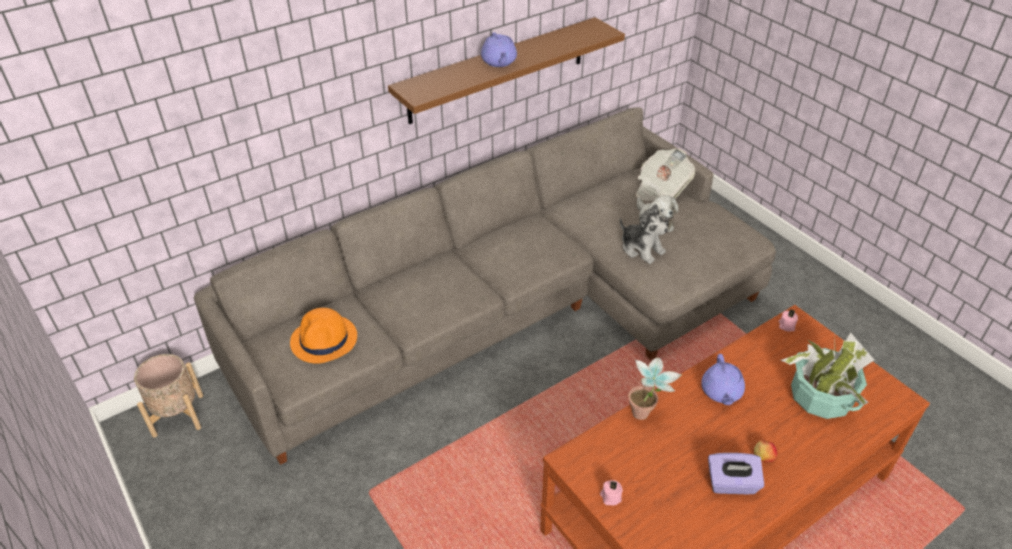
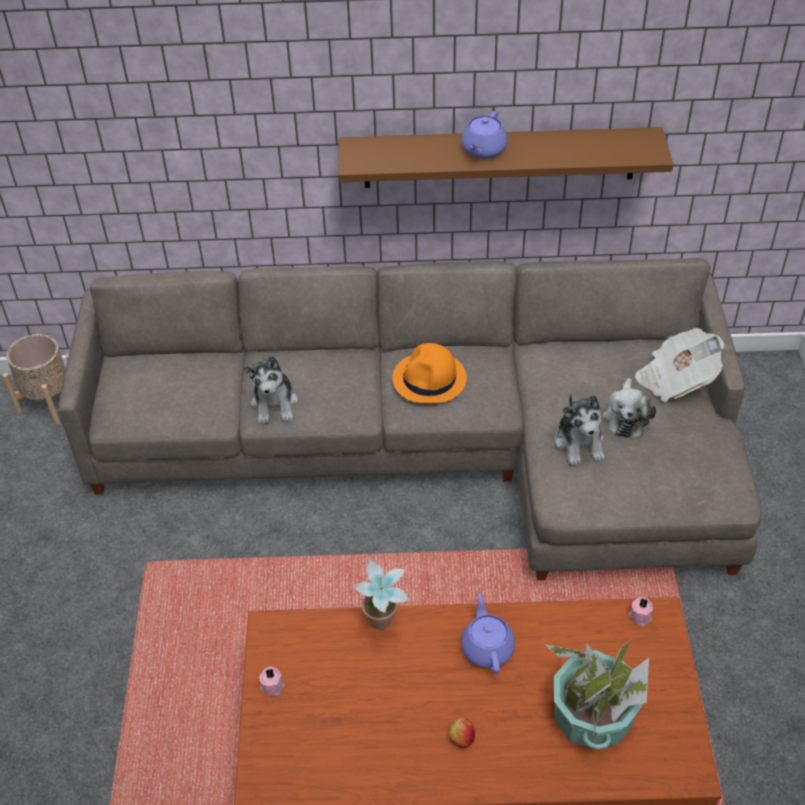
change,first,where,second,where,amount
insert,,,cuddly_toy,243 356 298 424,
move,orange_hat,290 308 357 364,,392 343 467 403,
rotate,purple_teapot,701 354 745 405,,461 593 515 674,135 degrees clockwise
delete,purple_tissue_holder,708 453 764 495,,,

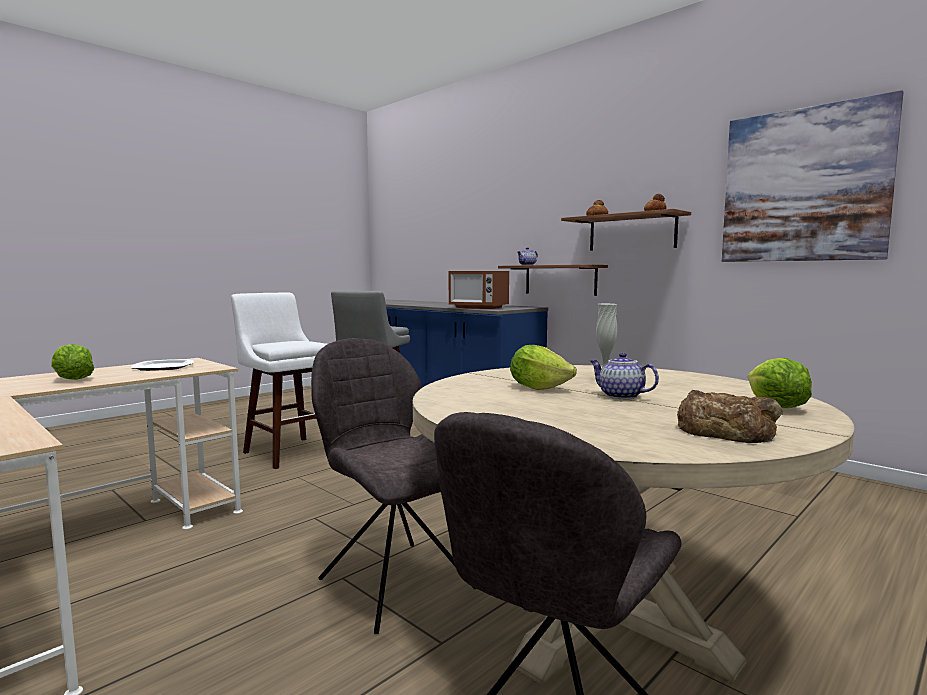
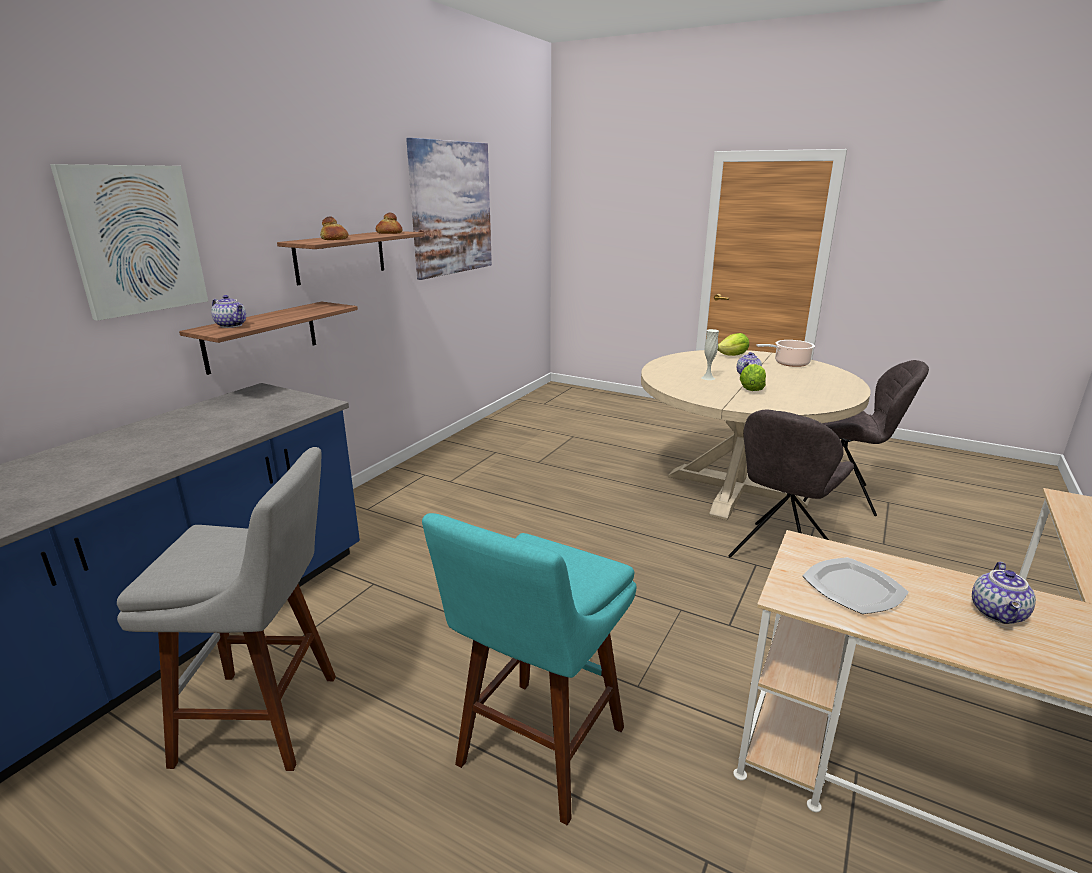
change,first,where,second,where,amount
insert,,,wall_picture,50 164 208 321,
recolor,white-coloured_sitting_stool,231 292 327 469,blue-green_sitting_stool,422 513 636 826,
replace,bakery_bread,677 390 783 443,stockpot,756 340 815 367,
replace,lettuce,51 344 94 380,teapot,972 562 1036 624,
delete,microwave_oven,449 271 509 309,,,

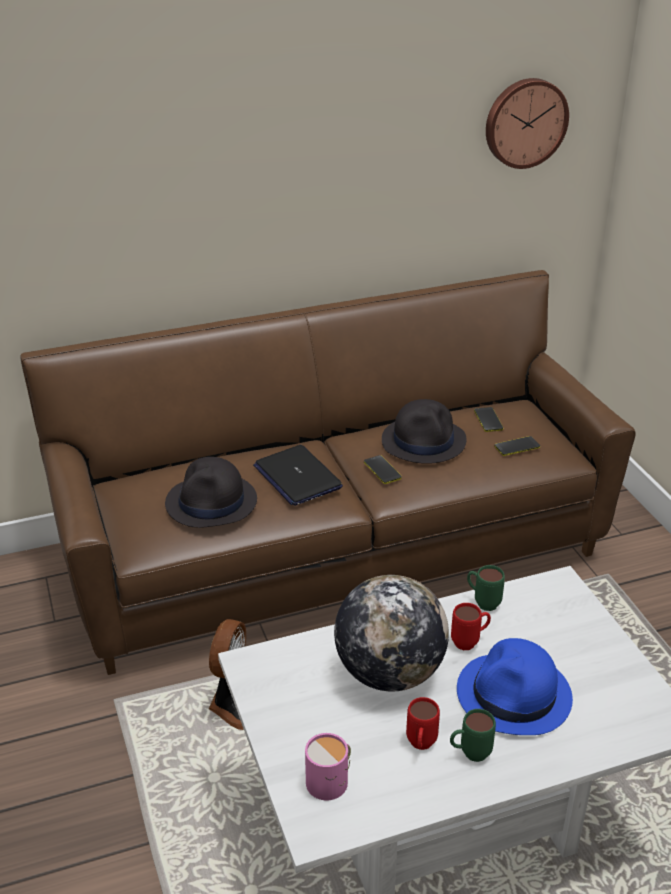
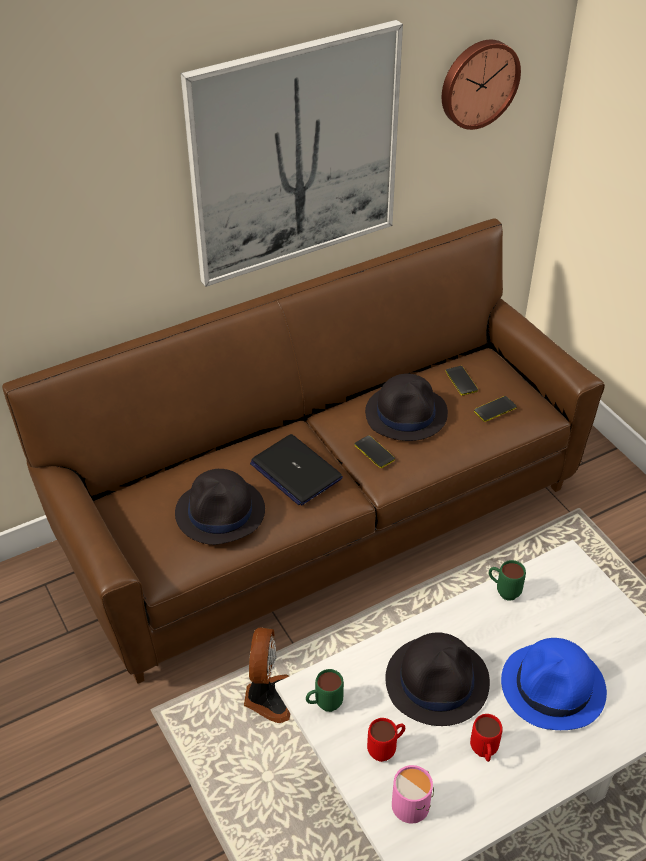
change,first,where,second,where,amount
insert,,,wall_picture,181 20 403 287,
move,green_tea_mug,450 709 496 762,,306 669 344 712,
move,red-coloured_tea_mug,451 603 491 650,,367 718 405 762,
replace,world_globe,334 575 449 692,black-coloured_hat,385 633 490 726,

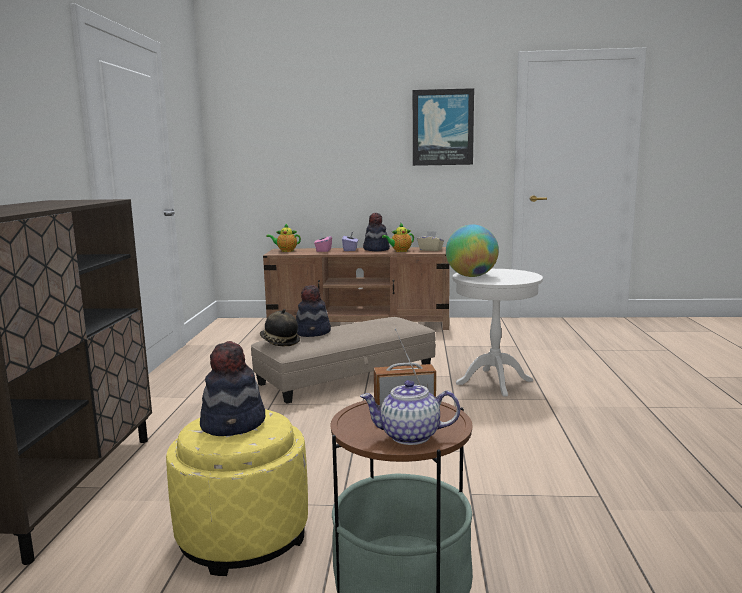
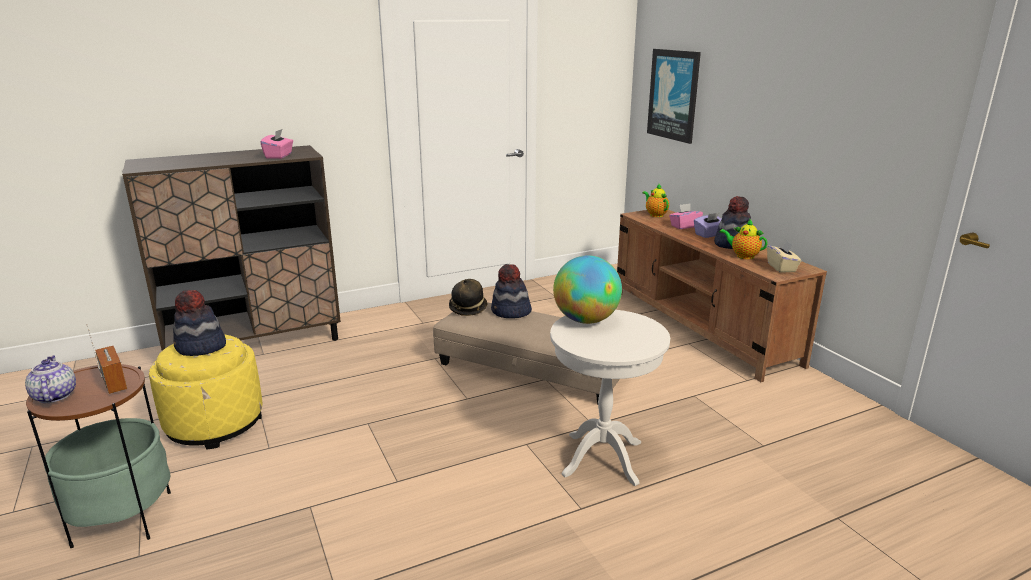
change,first,where,second,where,amount
insert,,,pink_tissue_holder,260 129 293 159,
move,wall_picture,413 88 474 166,,647 49 701 144,

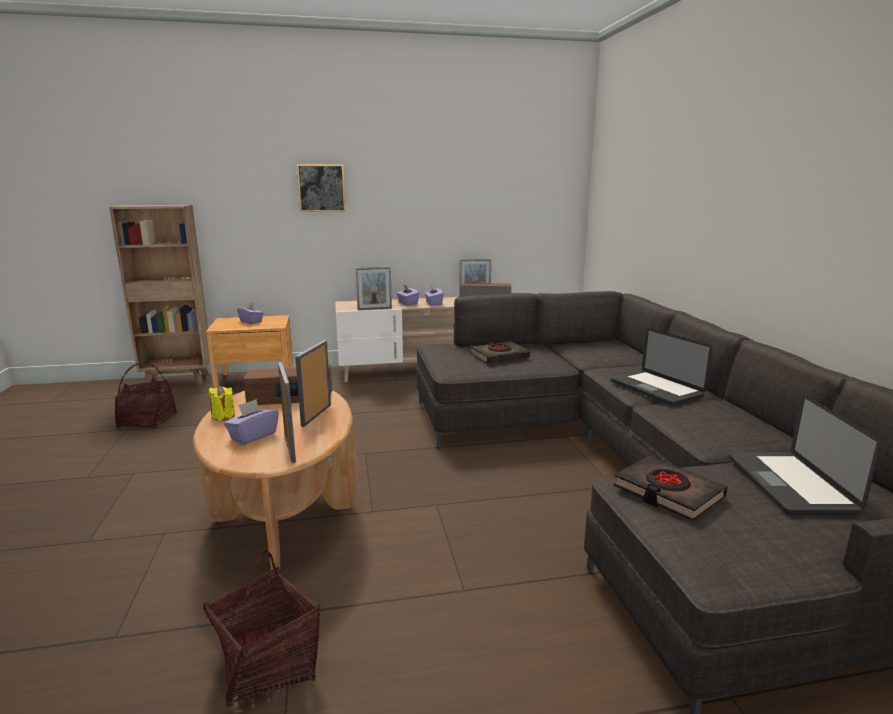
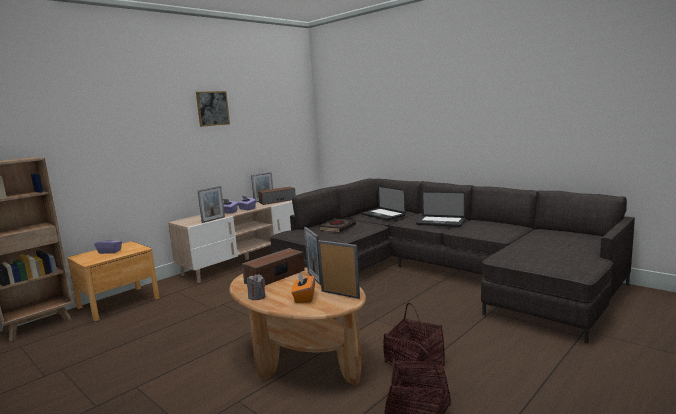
change,first,where,second,where,amount
move,wall_picture,297 164 346 212,,196 91 230 127,
recolor,yellow-coloured_wax_candle,209 386 235 421,grey_wax_candle,247 274 265 300,
recolor,purple_tissue_holder,224 399 279 445,orange_tissue_holder,292 272 315 303,
move,laptop,729 394 881 515,,361 186 406 221,
move,storage_basket,115 363 177 429,,383 303 445 378,
delete,black-coloured_volume,614 456 728 521,,,

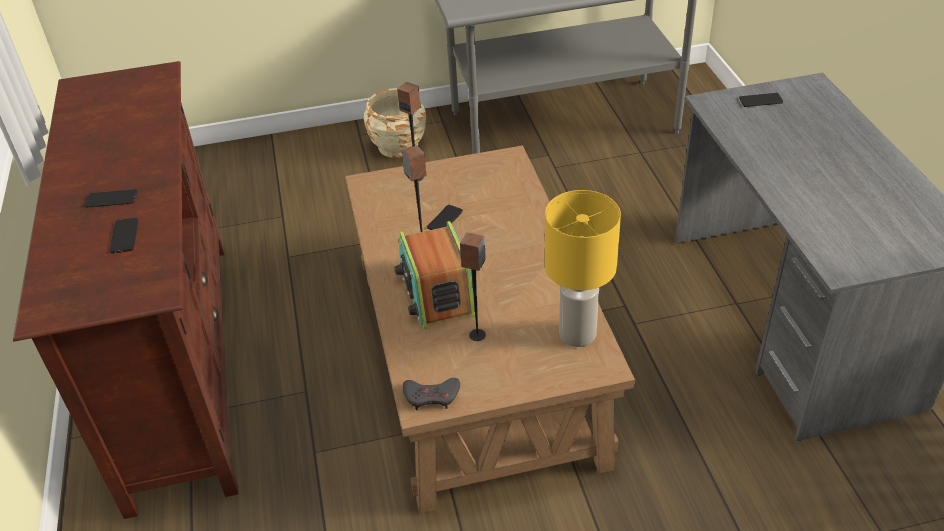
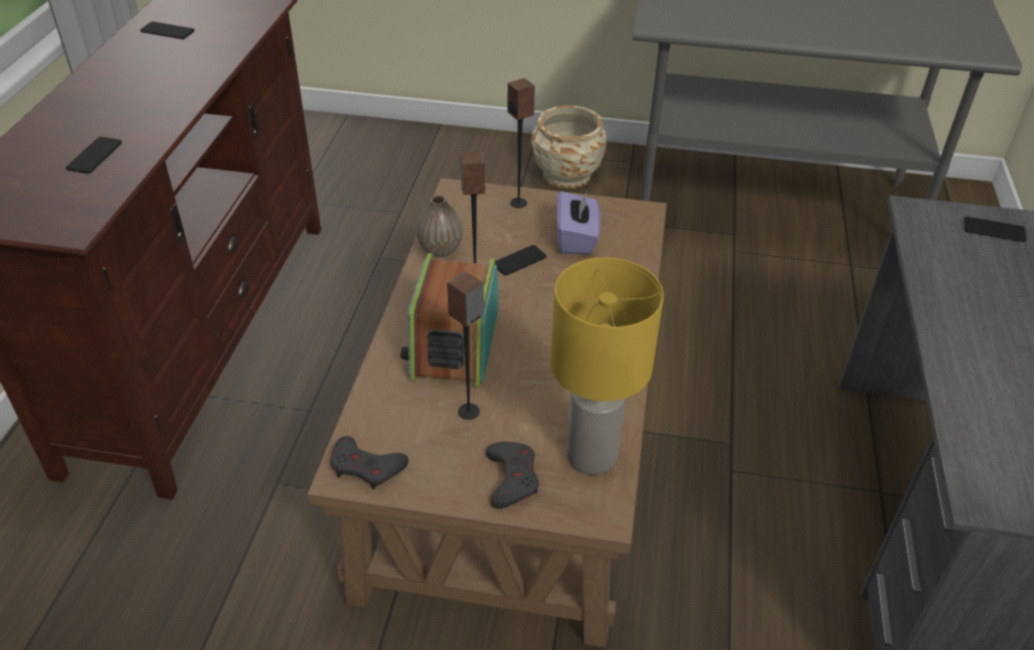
change,first,where,second,where,amount
move,phone,85 189 137 207,,140 21 195 39,
insert,,,flower_vase,416 195 463 257,
insert,,,grey_gamepad,486 442 539 509,
insert,,,purple_tissue_holder,557 189 600 255,

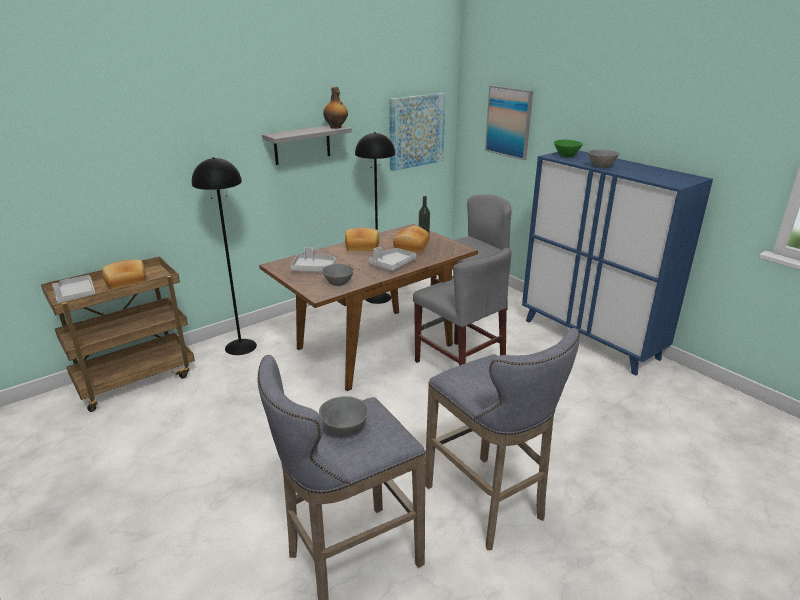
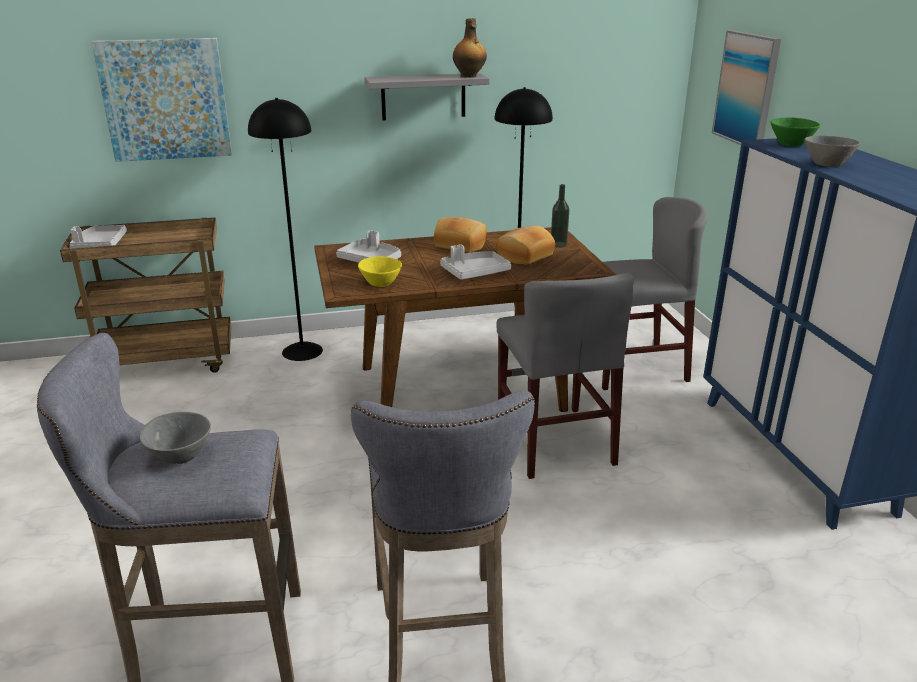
change,first,where,second,where,amount
move,wall_picture,389 93 446 171,,91 38 232 162,
recolor,grey_bowl,322 264 354 286,yellow-coloured_bowl,358 257 402 287,
delete,bakery_bread,102 260 146 290,,,

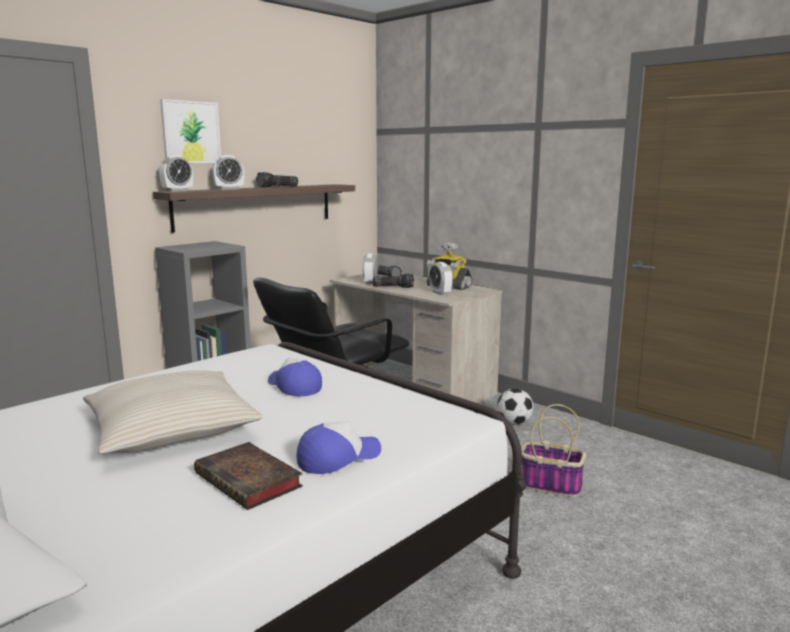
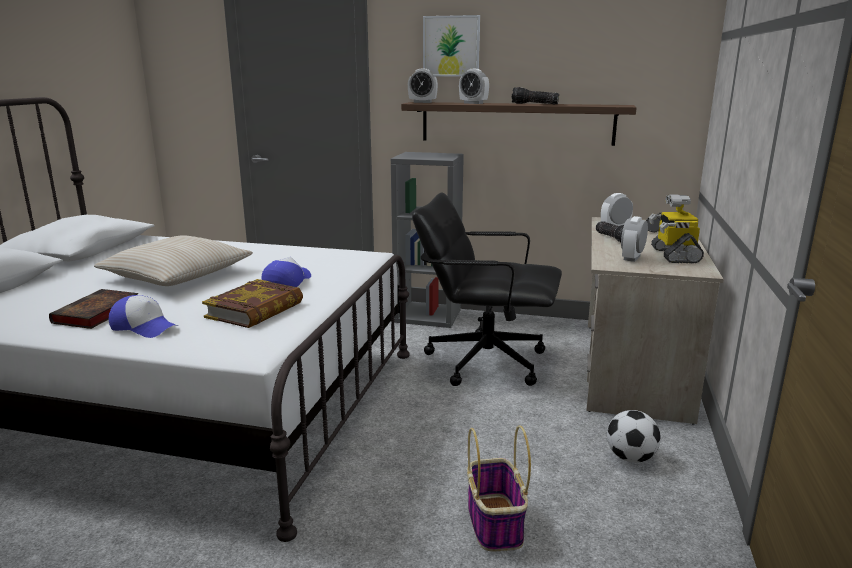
change,first,where,second,where,amount
insert,,,volume,202 279 303 328,

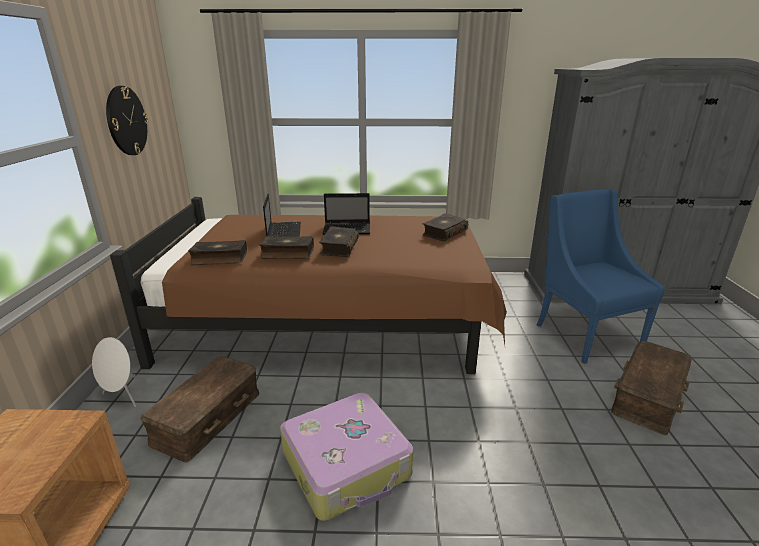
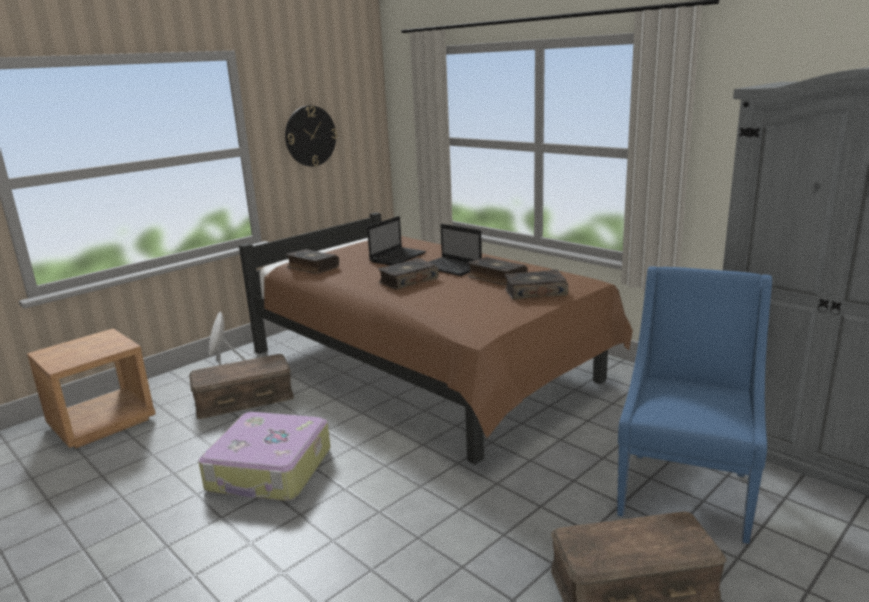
change,first,where,second,where,amount
move,volume,259 236 314 259,,468 257 528 286,

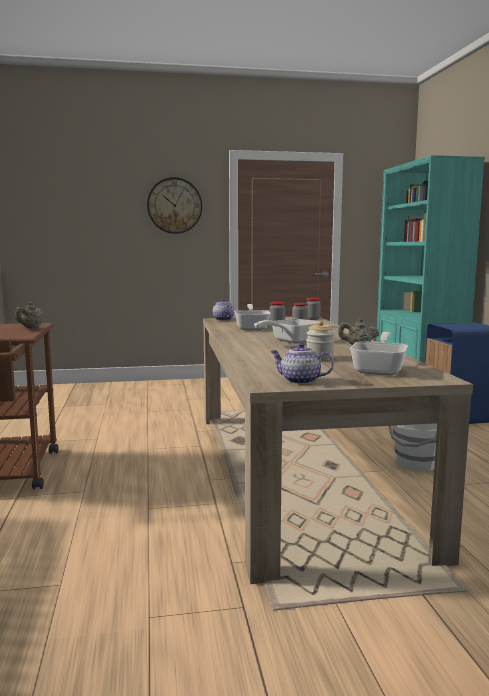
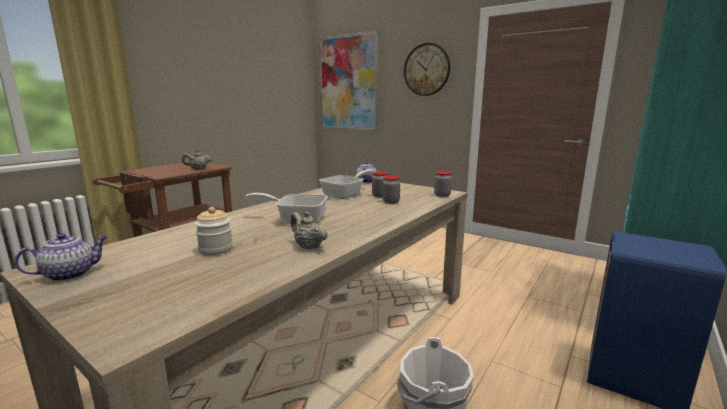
change,first,where,second,where,amount
rotate,teapot,270 343 334 384,,14 233 107 281,75 degrees clockwise
insert,,,wall_picture,319 30 378 131,
delete,frying_pan,350 332 408 375,,,

